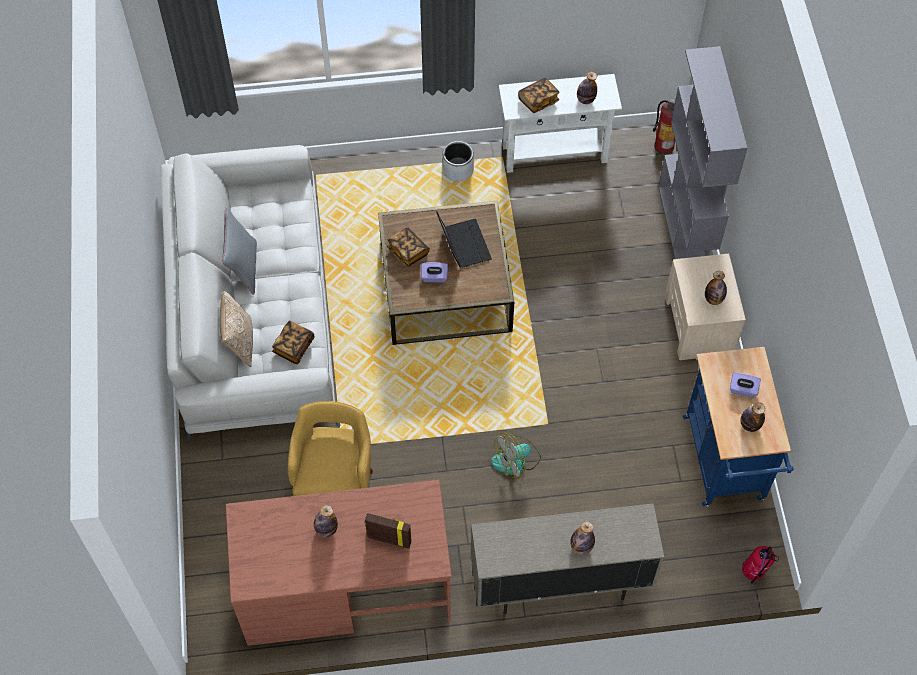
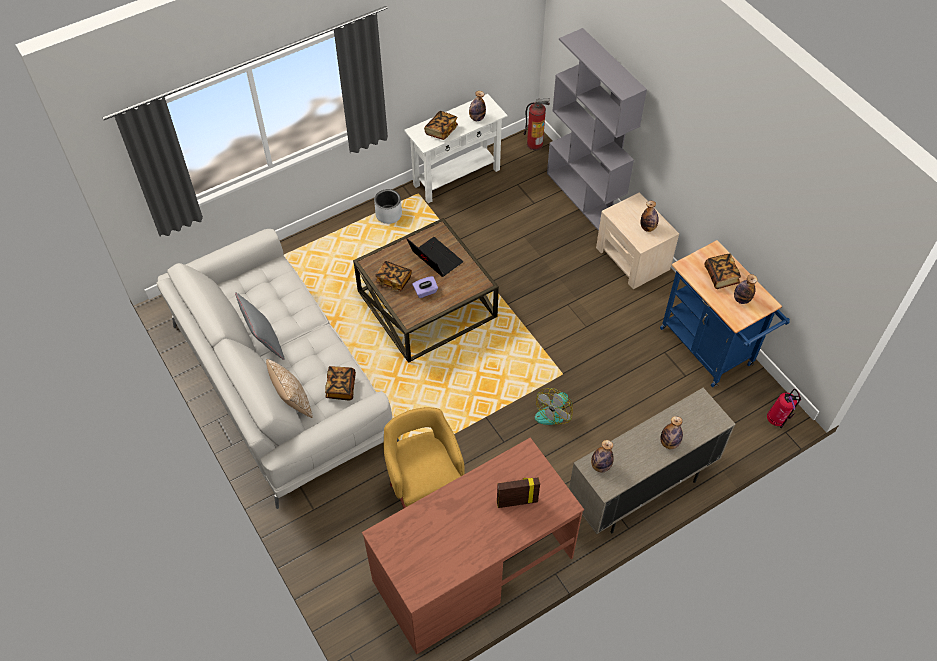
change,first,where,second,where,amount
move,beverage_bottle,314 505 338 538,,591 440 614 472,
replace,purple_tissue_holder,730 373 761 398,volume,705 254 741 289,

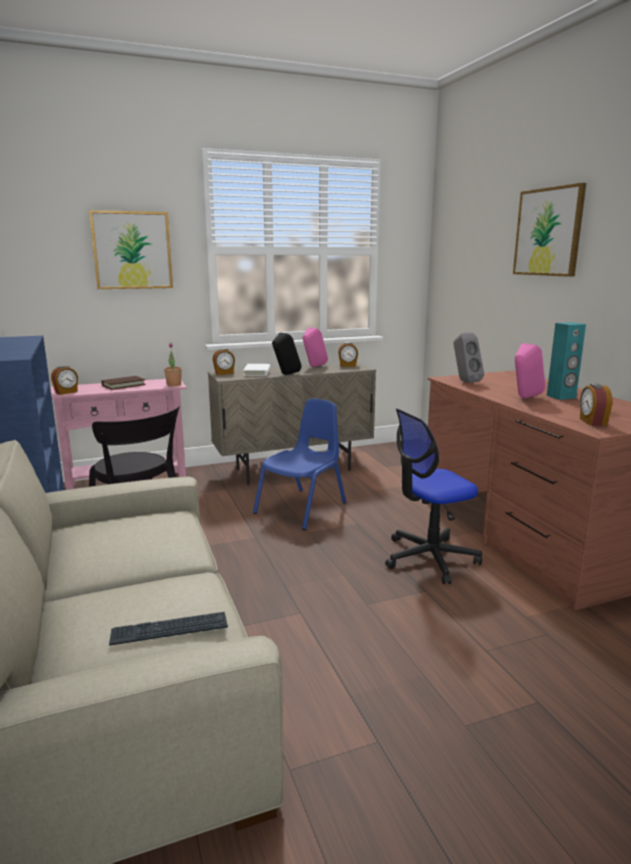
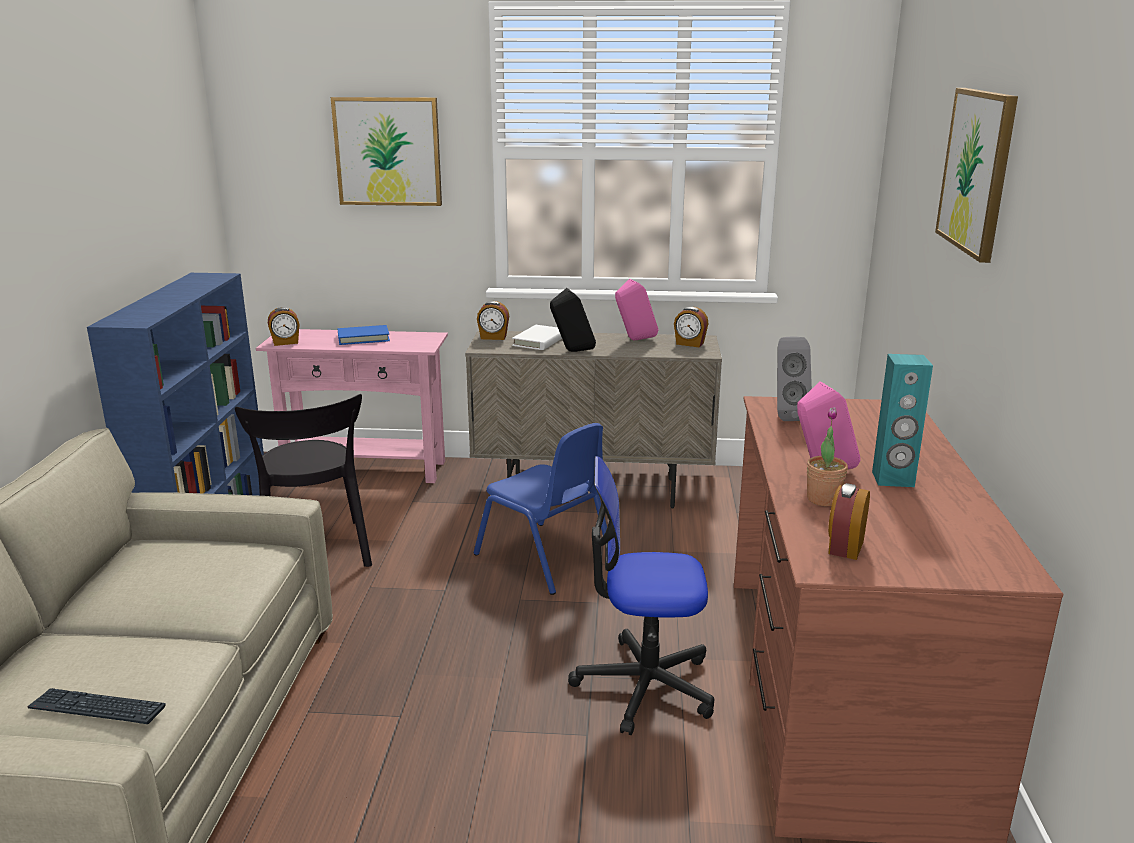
change,first,where,second,where,amount
recolor,brown-coloured_volume,101 376 146 390,bluish_volume,337 325 390 345,
rotate,bluish_upright_chair,253 399 346 530,,473 423 607 595,75 degrees clockwise
move,houseplant,164 343 182 386,,807 407 848 506,

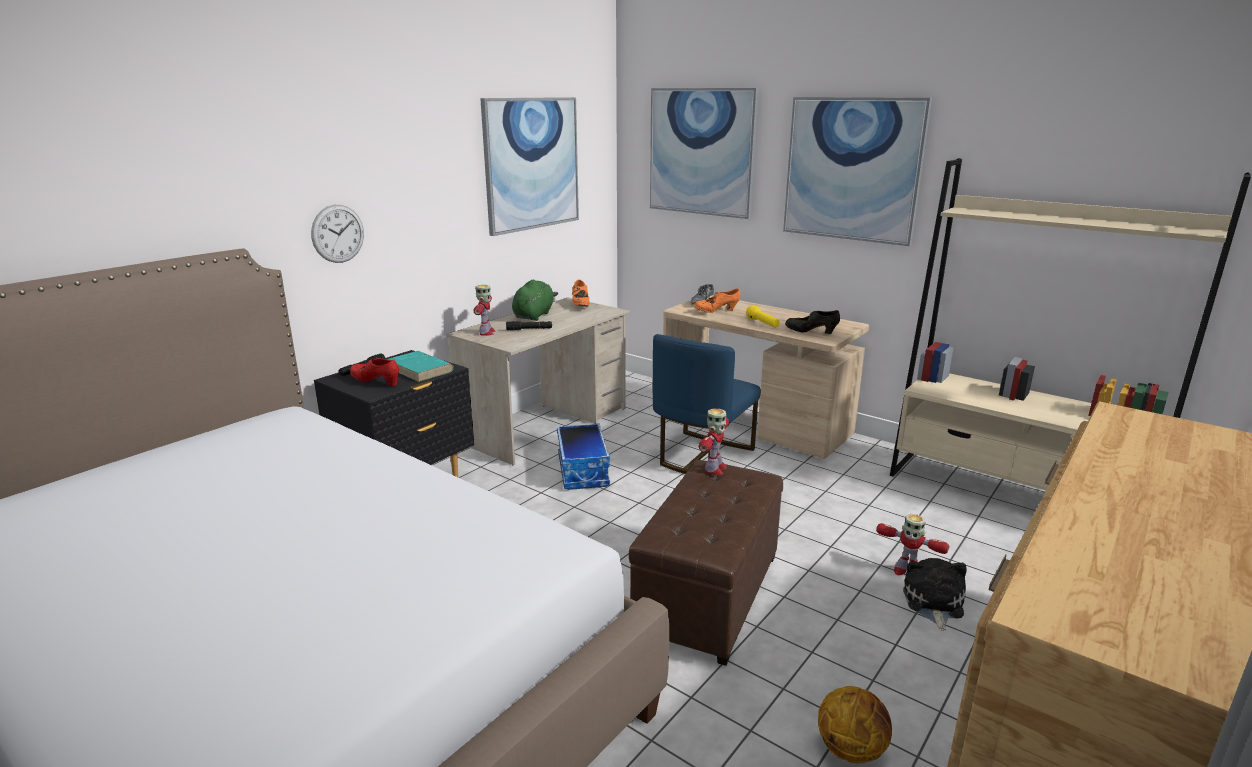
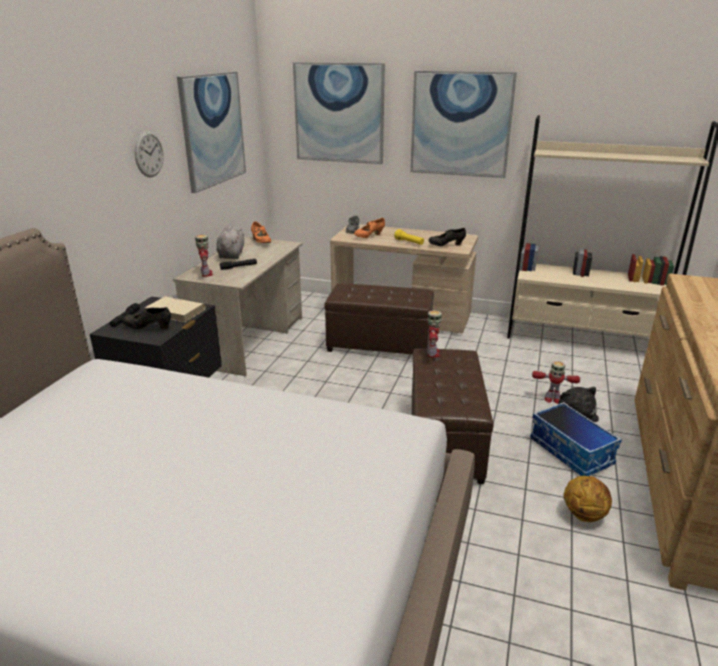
change,first,where,second,where,amount
recolor,red-coloured_low_shoe,350 358 399 386,black-coloured_low_shoe,122 307 171 329,
move,clock_on_the_wall,311 205 364 263,,135 131 164 177,
recolor,blue-green_volume,387 351 454 382,beige-coloured_volume,145 296 206 322,
recolor,green_cuddly_toy,512 280 558 321,grey_cuddly_toy,217 226 244 259,
replace,bluish_upright_chair,653 334 761 474,brown-coloured_pouffe,324 283 434 355,
move,storage_box,557 423 610 490,,530 402 622 476,

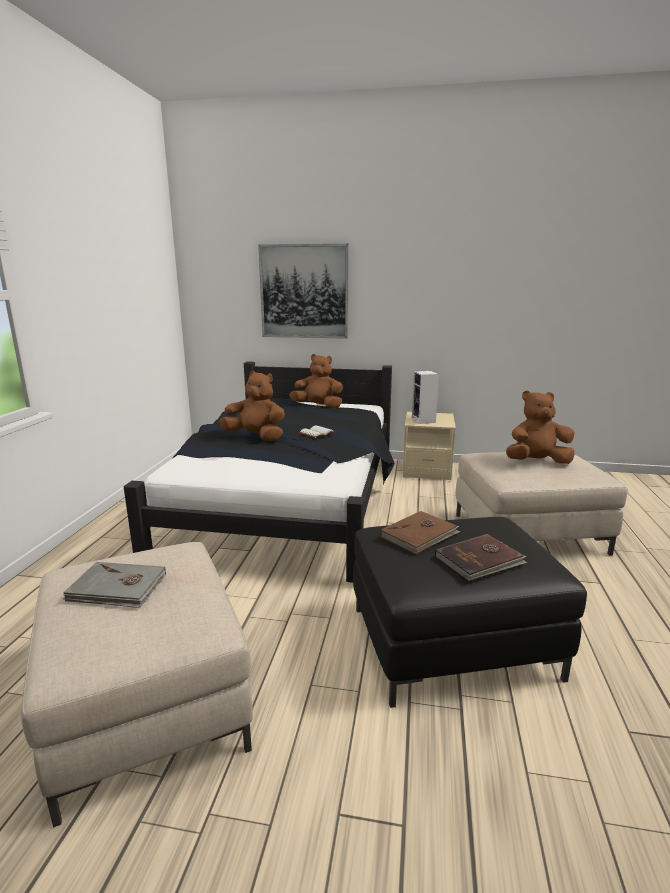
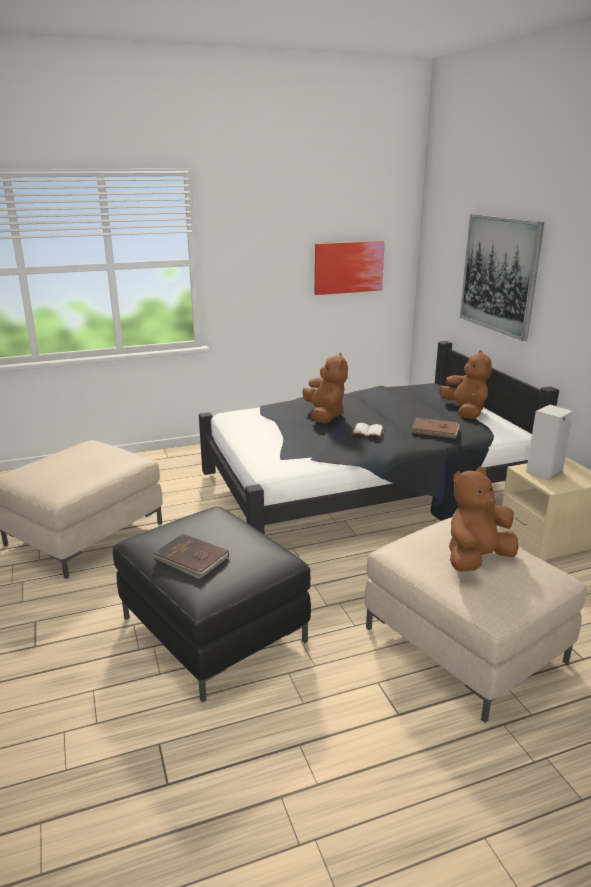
change,first,where,second,where,amount
insert,,,wall_picture,315 241 385 295,
move,brown-coloured_volume,380 511 460 555,,411 418 459 439,
rotate,brown-coloured_cuddly_toy,506 390 575 464,,449 467 519 572,90 degrees counterclockwise
delete,grey_volume,63 562 166 608,,,

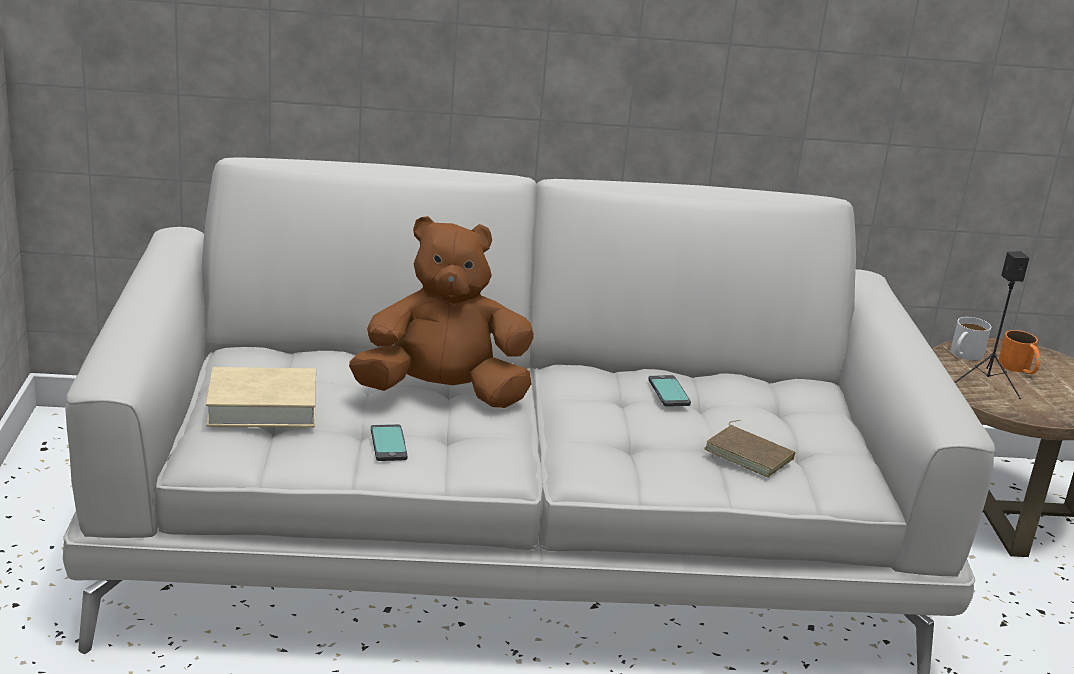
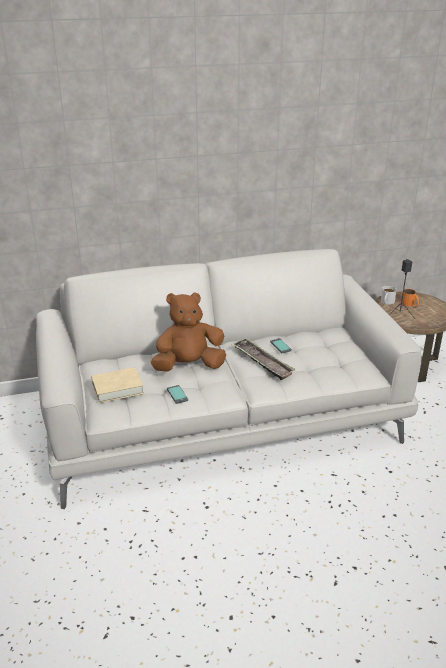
change,first,where,second,where,amount
insert,,,serving_tray,232 338 295 380,
delete,brown-coloured_volume,704 420 796 477,,,

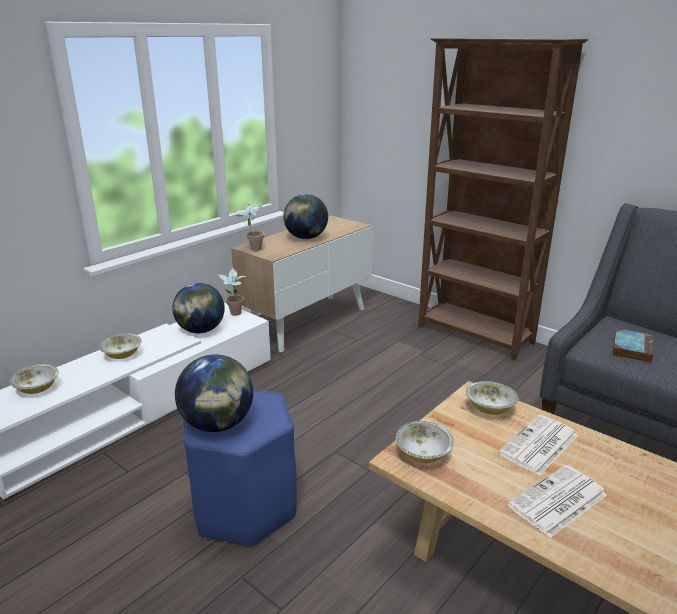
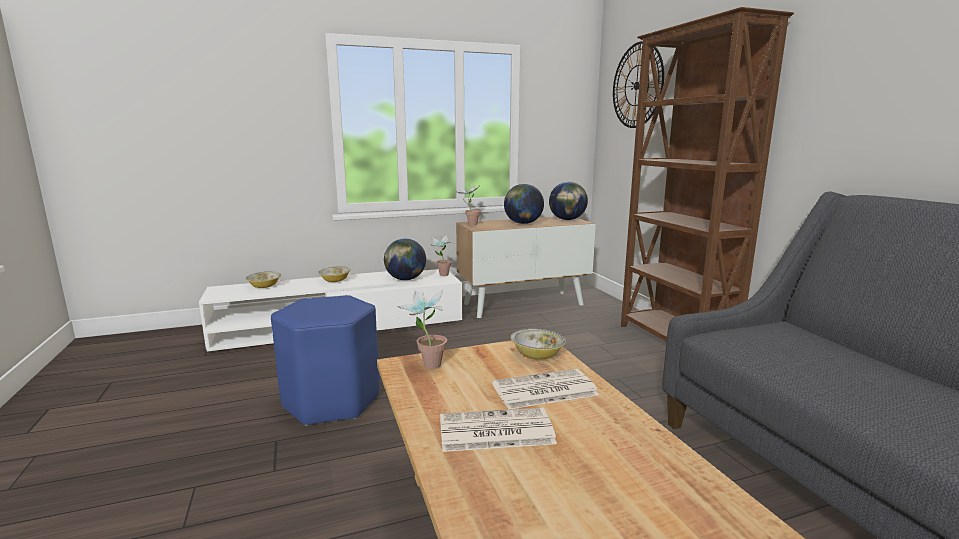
change,first,where,second,where,amount
replace,bowl,396 421 454 463,houseplant,396 290 447 369,
move,world_globe,175 354 253 432,,549 182 588 220,
insert,,,clock_on_the_wall,613 41 664 128,
delete,volume,612 328 653 363,,,

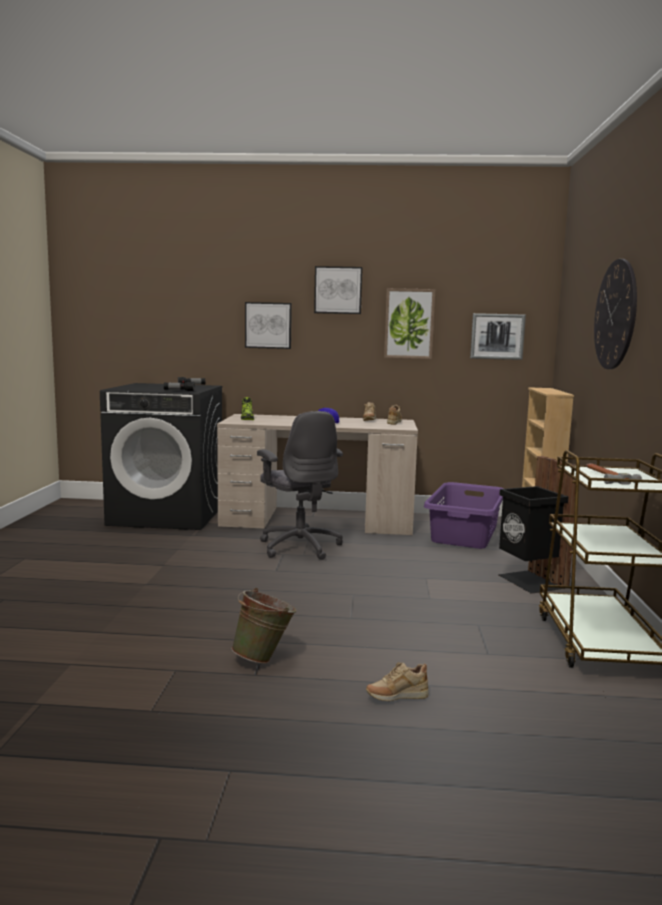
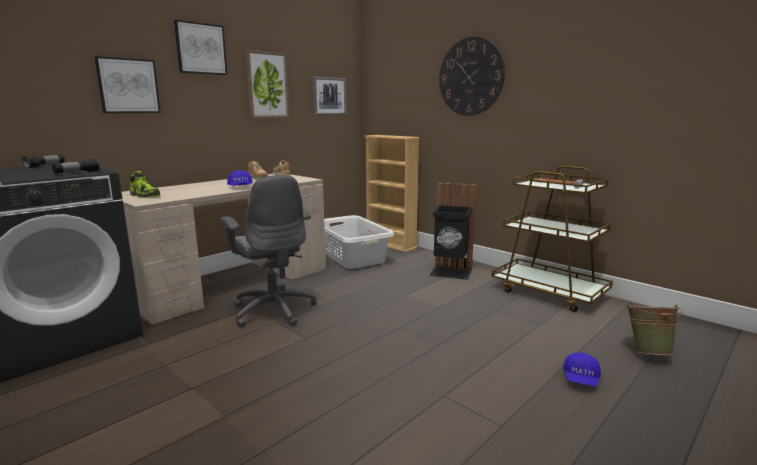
change,first,where,second,where,amount
rotate,grey_office_chair,257 411 343 560,,220 175 317 327,45 degrees clockwise
recolor,purple_washing_basket,424 482 504 549,white-coloured_washing_basket,324 215 394 269,
replace,beige-coloured_low_shoe,366 662 429 701,bluish_cap,563 352 601 386,
move,green_bucket,231 588 297 664,,626 303 682 355,

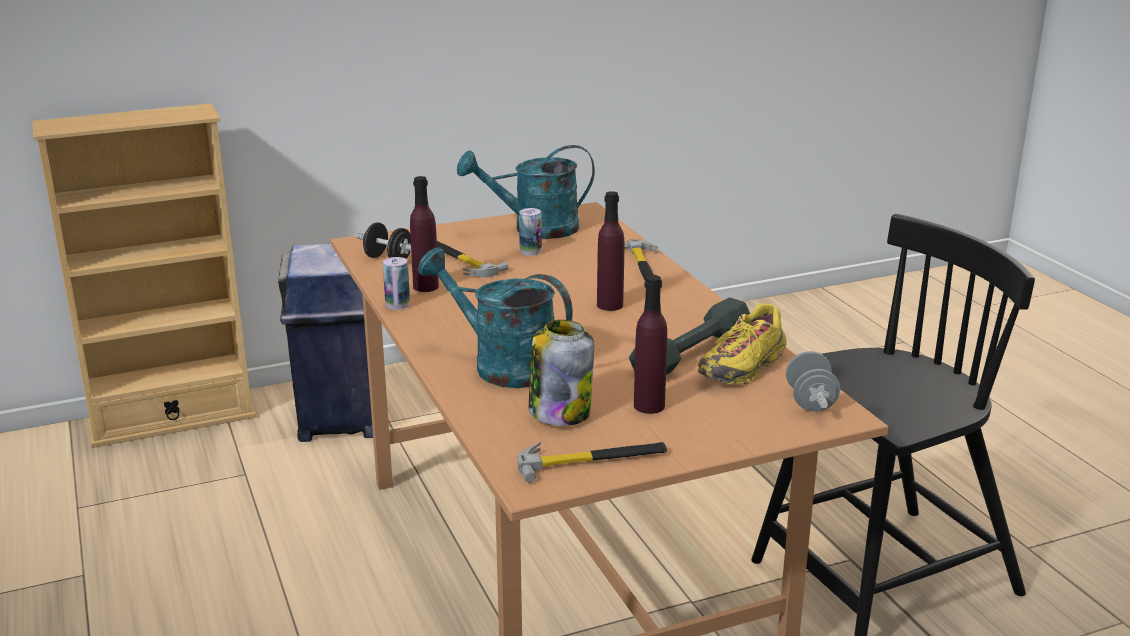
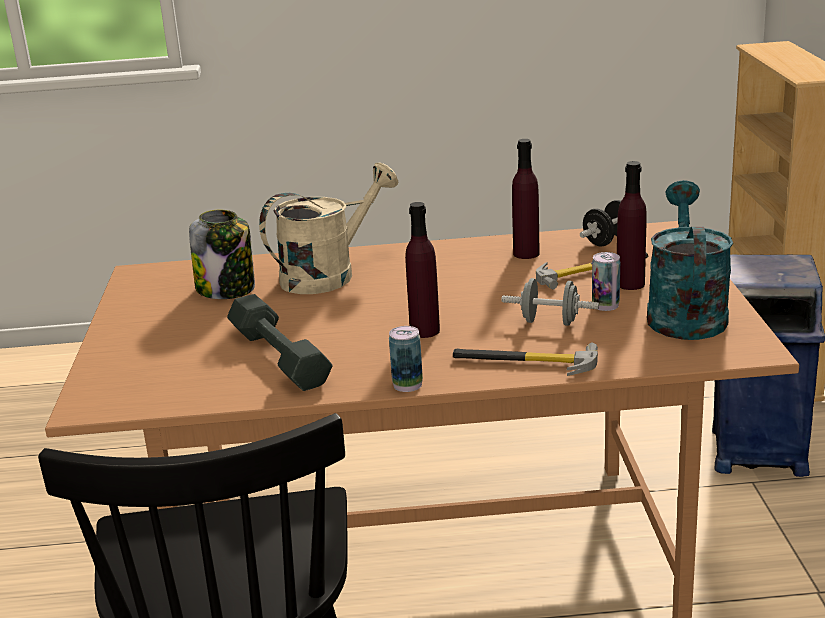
change,first,where,second,where,amount
recolor,blue-green_watering_pot,418 247 573 388,beige-coloured_watering_pot,259 163 399 294,
move,can,383 257 410 310,,389 326 423 392,
move,grey_free_weight,786 351 840 412,,501 278 599 326,
move,purple_beverage_bottle,634 275 667 414,,617 161 647 290,
delete,hand_hammer,518 442 667 483,,,
delete,yellow-coloured_low_shoe,698 303 787 384,,,

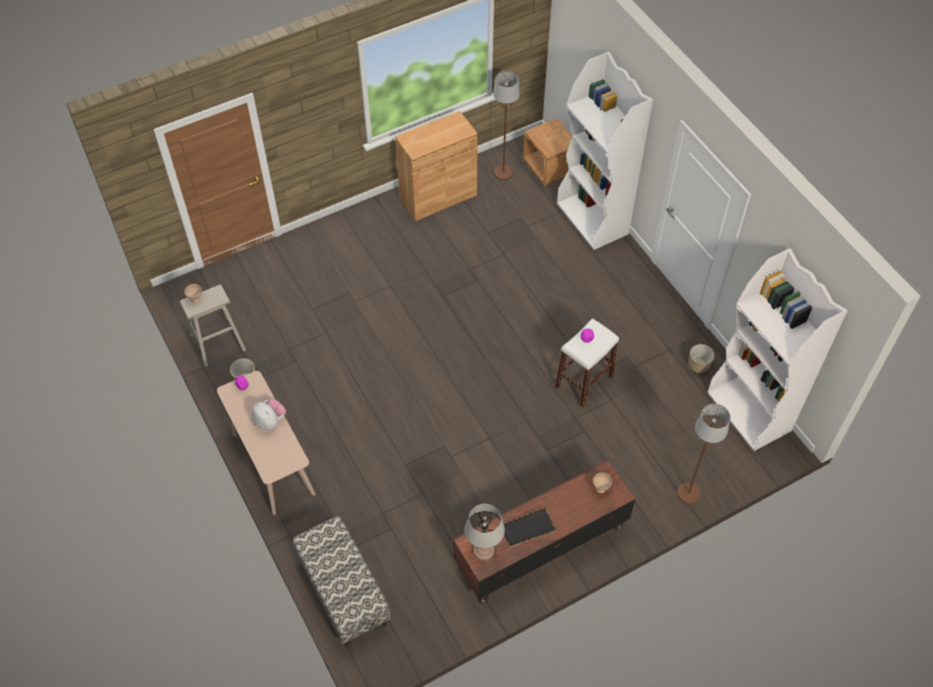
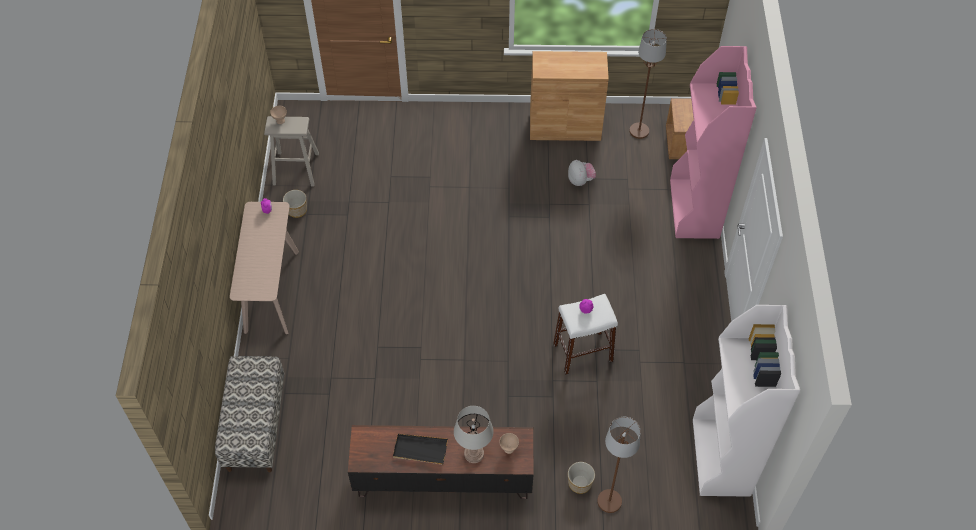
change,first,where,second,where,amount
move,grey_table_lamp,465 504 505 561,,454 406 494 463,
move,cuddly_toy,252 399 286 431,,568 160 596 186,
move,plant_pot,689 344 715 373,,568 462 595 494,
recolor,white-coloured_bookshelf,557 52 653 250,pink_bookshelf,670 46 757 239,

